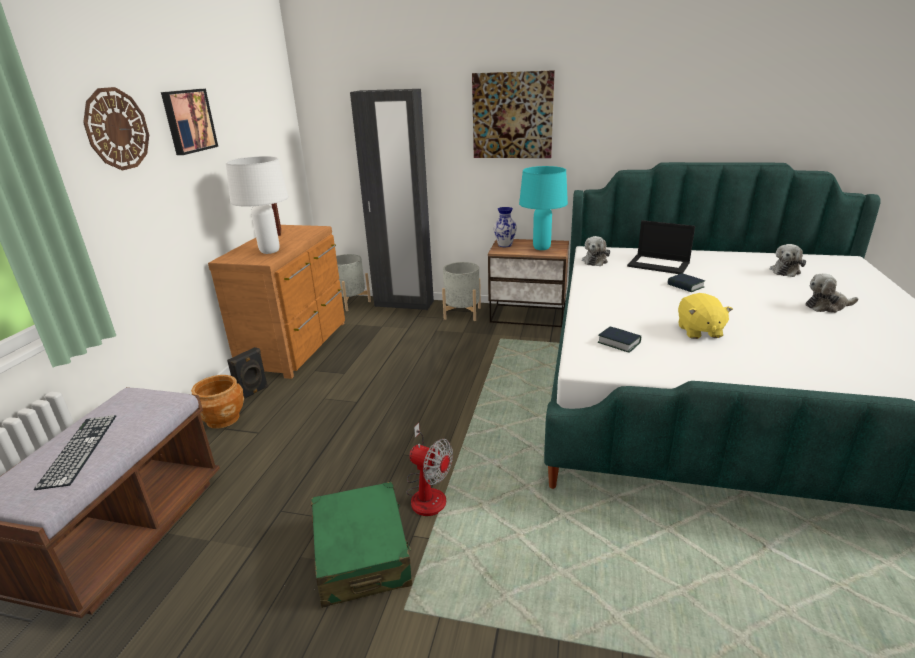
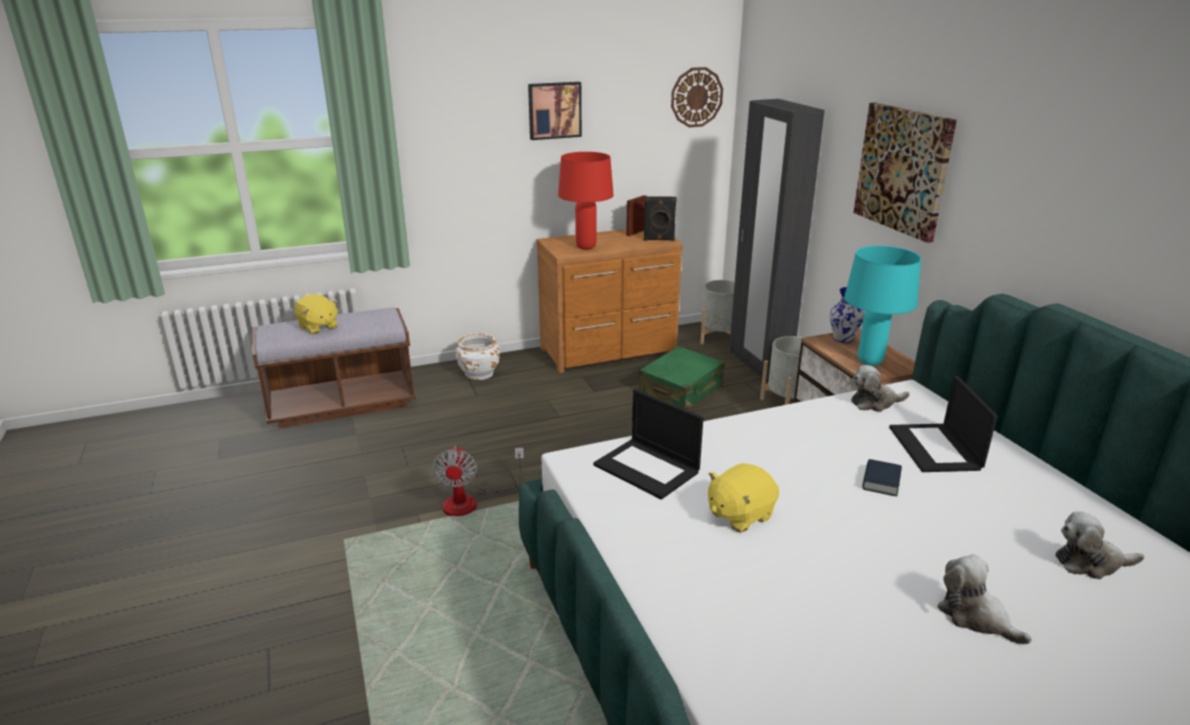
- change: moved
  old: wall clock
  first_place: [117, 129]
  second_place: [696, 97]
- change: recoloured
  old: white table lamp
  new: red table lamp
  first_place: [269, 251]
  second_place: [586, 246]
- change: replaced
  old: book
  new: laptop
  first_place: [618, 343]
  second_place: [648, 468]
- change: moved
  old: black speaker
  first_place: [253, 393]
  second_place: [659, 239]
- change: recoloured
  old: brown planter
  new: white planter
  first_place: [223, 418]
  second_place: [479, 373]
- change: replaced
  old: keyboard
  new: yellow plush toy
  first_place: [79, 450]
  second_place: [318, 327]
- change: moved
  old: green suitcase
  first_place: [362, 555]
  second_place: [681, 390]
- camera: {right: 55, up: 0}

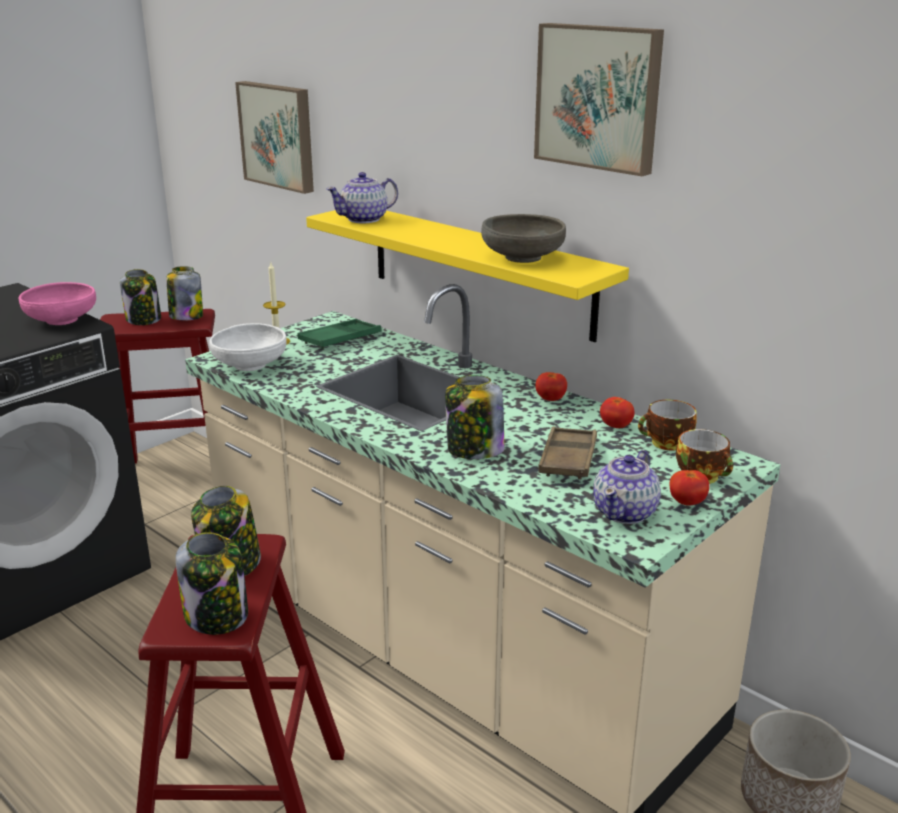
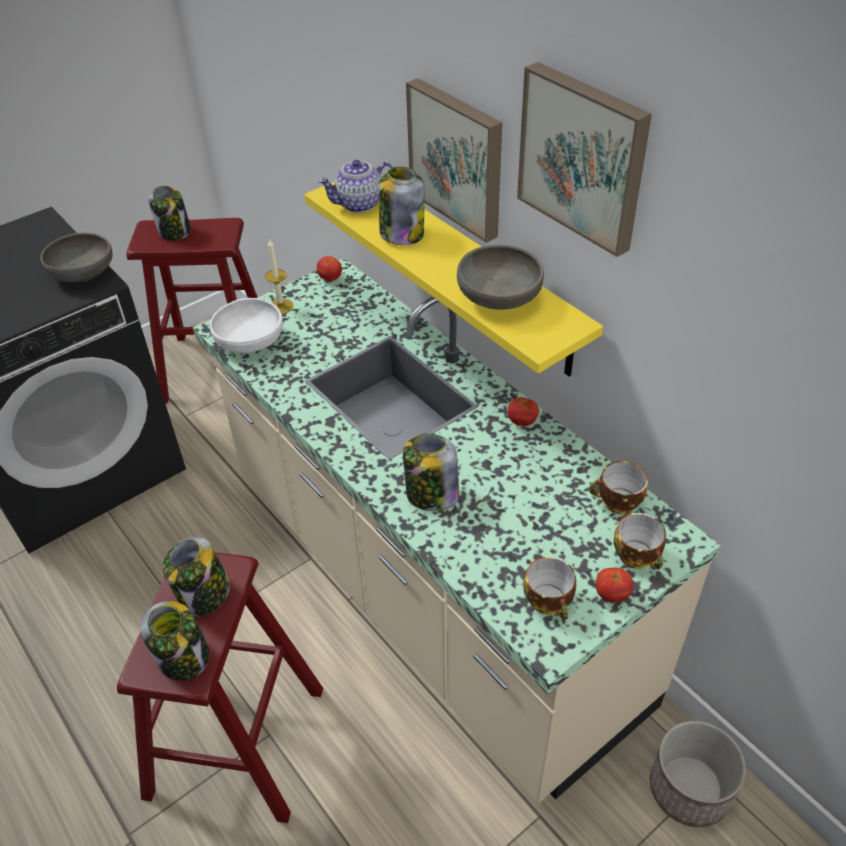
- change: moved
  old: picture
  first_place: [279, 135]
  second_place: [458, 158]
- change: moved
  old: jar
  first_place: [186, 316]
  second_place: [401, 233]
- change: recoloured
  old: pink bowl
  new: grey bowl
  first_place: [61, 320]
  second_place: [83, 273]
- change: removed
  old: green tray
  first_place: [340, 339]
- change: moved
  old: tomato
  first_place: [616, 426]
  second_place: [330, 278]
- change: removed
  old: brown tray
  first_place: [568, 459]
- change: replaced
  old: teapot
  new: cup
  first_place: [625, 512]
  second_place: [550, 602]
- camera: {right: 10, up: 20}

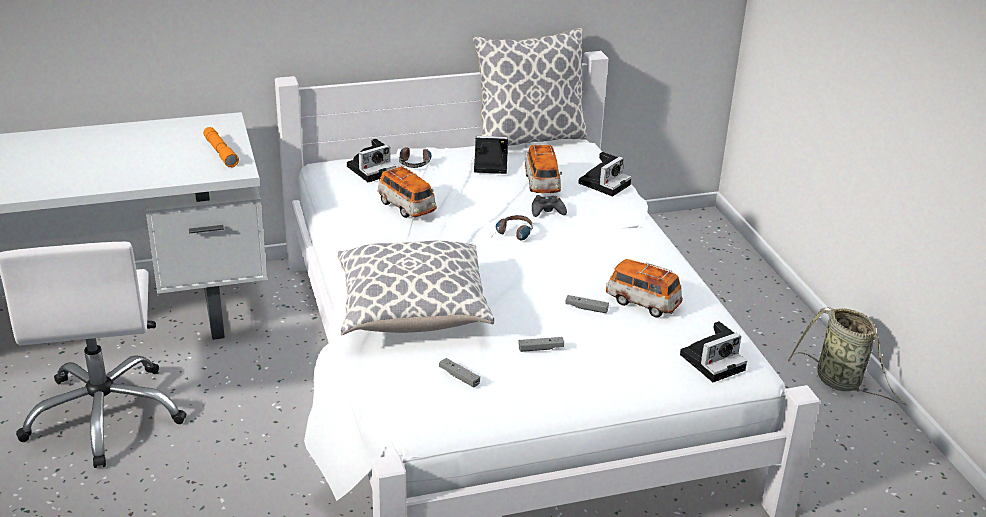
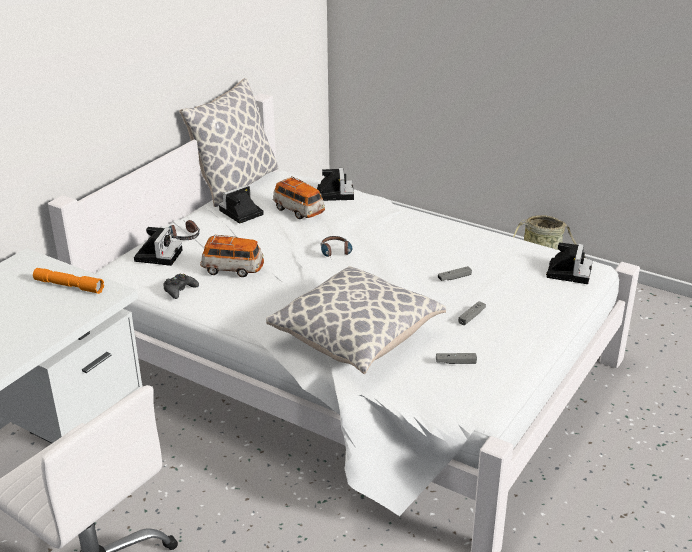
- change: moved
  old: black game controller
  first_place: [547, 211]
  second_place: [180, 290]
- change: removed
  old: toy car
  first_place: [642, 303]
- camera: {right: -40, up: 0}

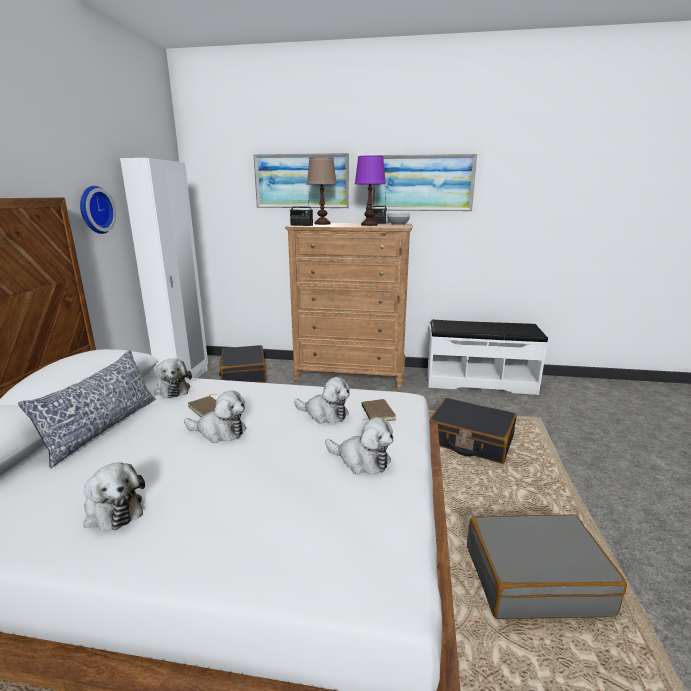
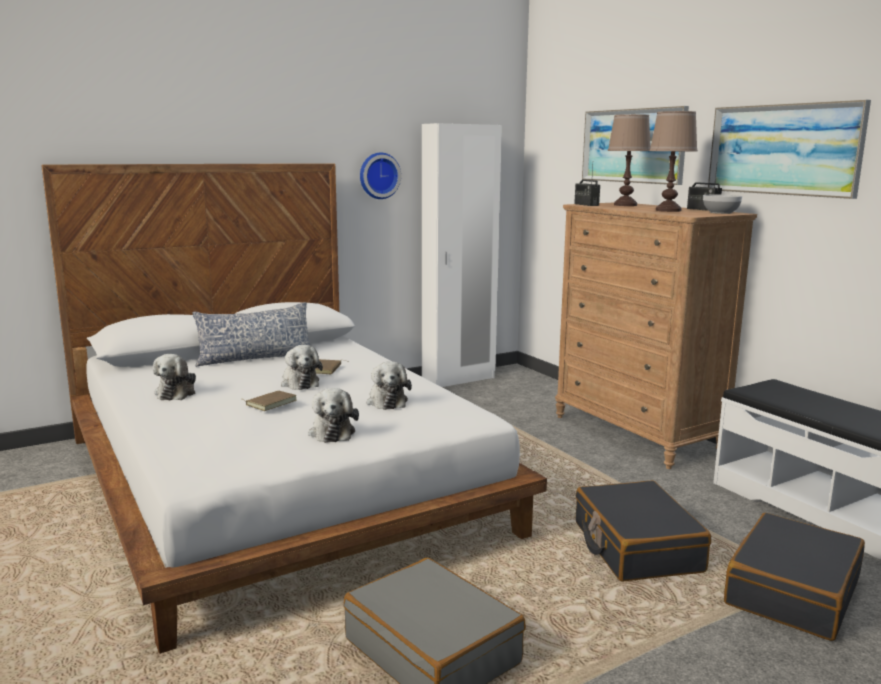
- change: recoloured
  old: purple table lamp
  new: brown table lamp
  first_place: [369, 225]
  second_place: [668, 210]
- change: moved
  old: black suitcase
  first_place: [243, 373]
  second_place: [791, 591]
- change: removed
  old: plush toy
  first_place: [172, 389]
- change: moved
  old: brown book
  first_place: [376, 413]
  second_place: [270, 403]
- camera: {right: 50, up: -5}

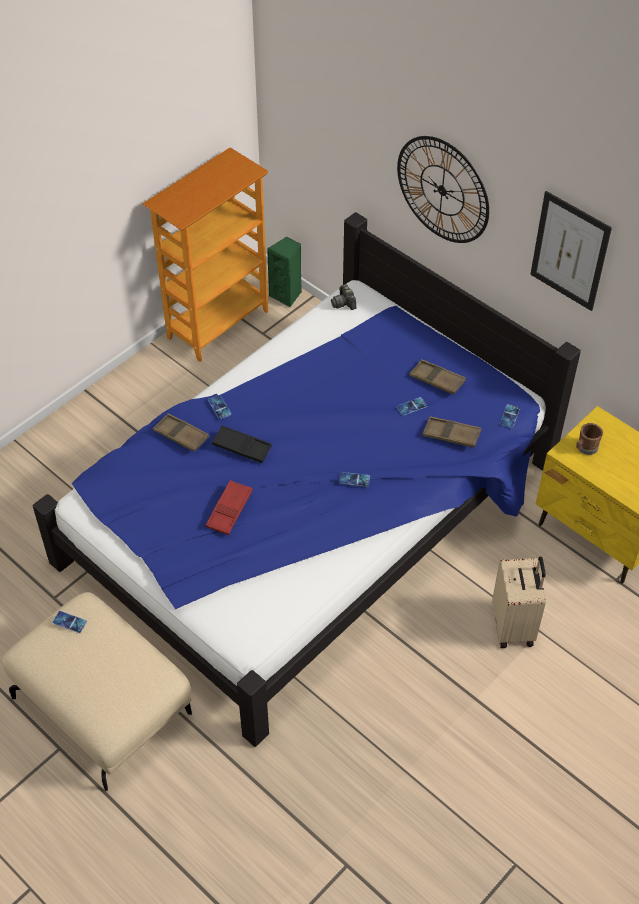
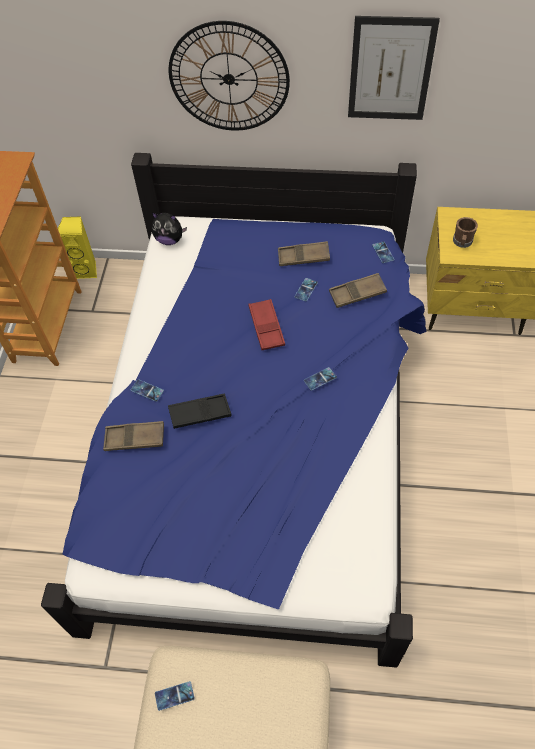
- change: recoloured
  old: green speaker
  new: yellow speaker
  first_place: [287, 295]
  second_place: [86, 270]
- change: replaced
  old: photo camera
  new: plush toy
  first_place: [344, 303]
  second_place: [170, 240]
- change: moved
  old: red tray
  first_place: [229, 510]
  second_place: [266, 327]
- change: removed
  old: beige suitcase
  first_place: [514, 626]
- camera: {right: -35, up: 5}

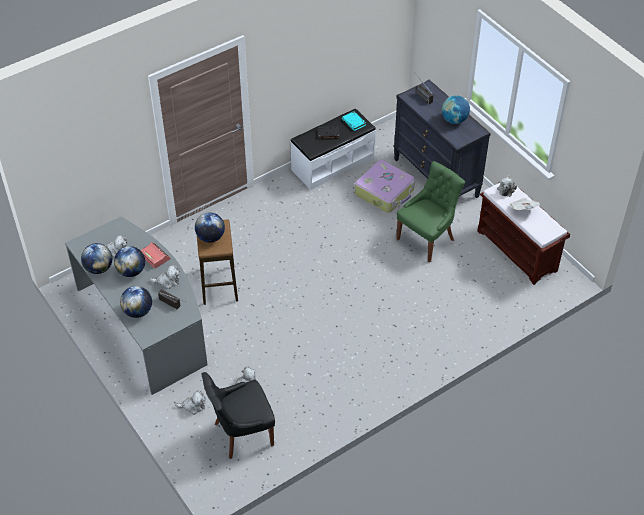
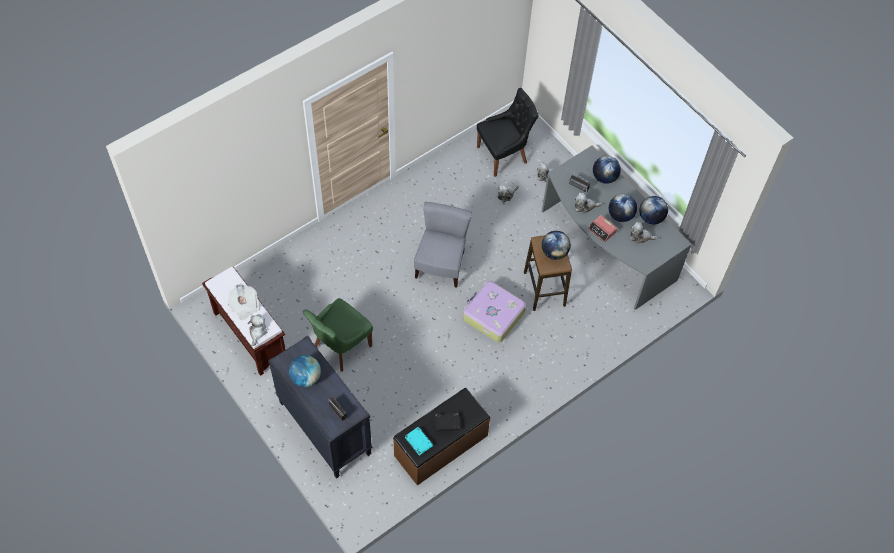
- change: recoloured
  old: white bench
  new: brown bench
  first_place: [332, 164]
  second_place: [441, 446]
- change: moved
  old: suitcase
  first_place: [385, 192]
  second_place: [492, 315]
- change: added
  new: grey chair
  second_place: [441, 265]
- camera: {right: 175, up: 10}

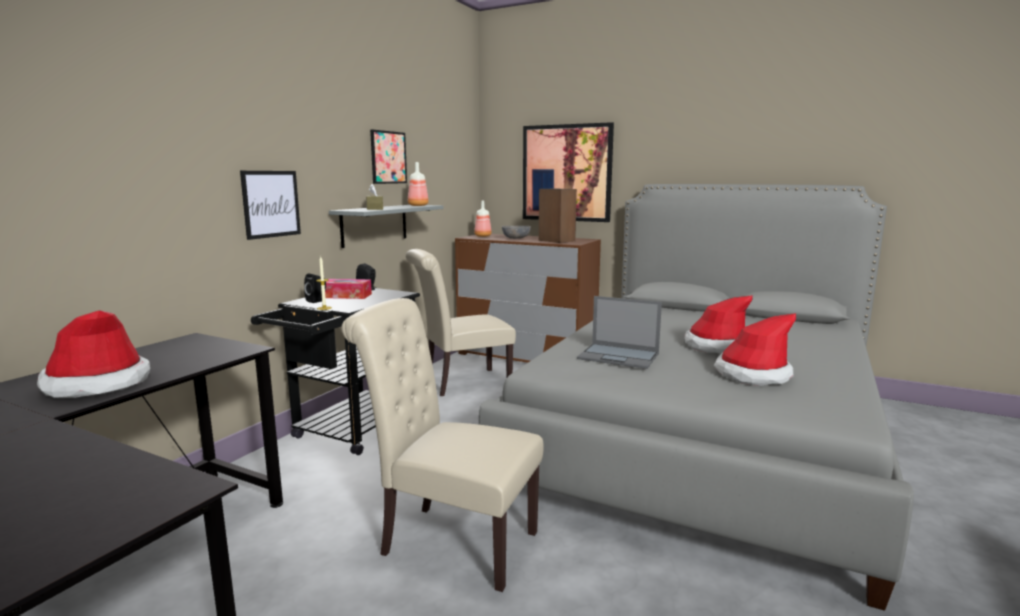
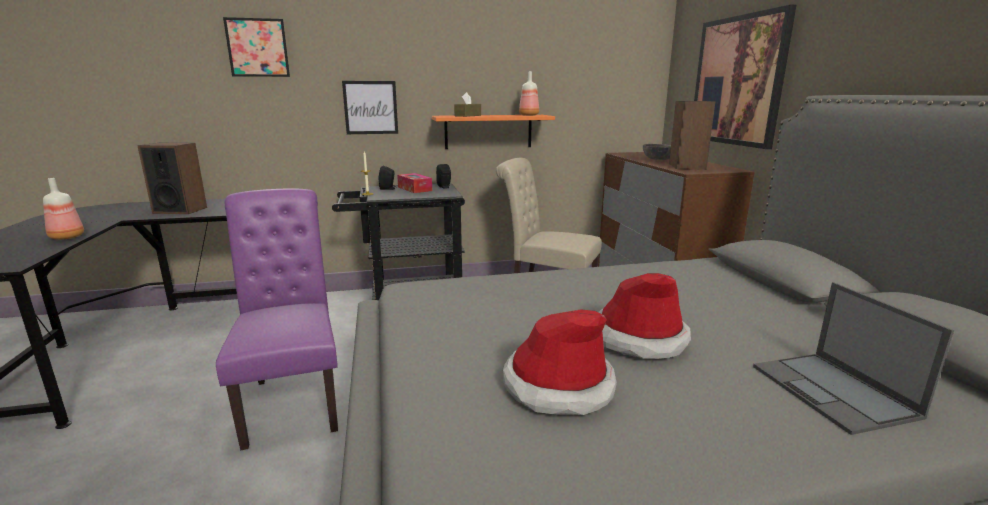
- change: moved
  old: picture
  first_place: [388, 157]
  second_place: [257, 48]
- change: moved
  old: bottle
  first_place: [483, 236]
  second_place: [66, 237]
- change: recoloured
  old: grey shelf
  new: orange shelf
  first_place: [374, 225]
  second_place: [488, 131]
- change: moved
  old: laptop
  first_place: [619, 356]
  second_place: [834, 392]
- change: recoloured
  old: beige chair
  new: purple chair
  first_place: [450, 541]
  second_place: [294, 399]
- change: replaced
  old: hat
  new: speaker
  first_place: [97, 384]
  second_place: [180, 210]
- camera: {right: 50, up: 5}

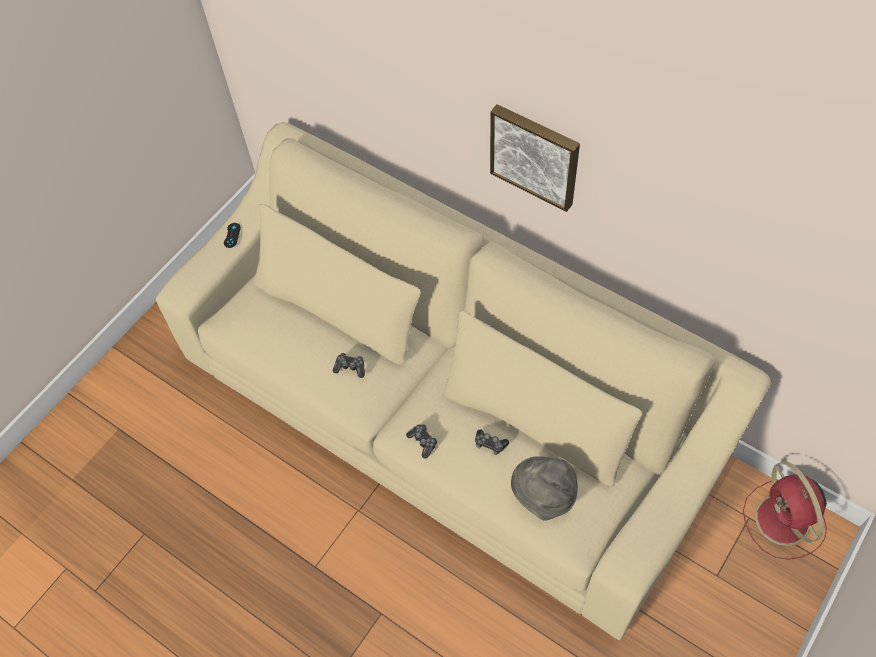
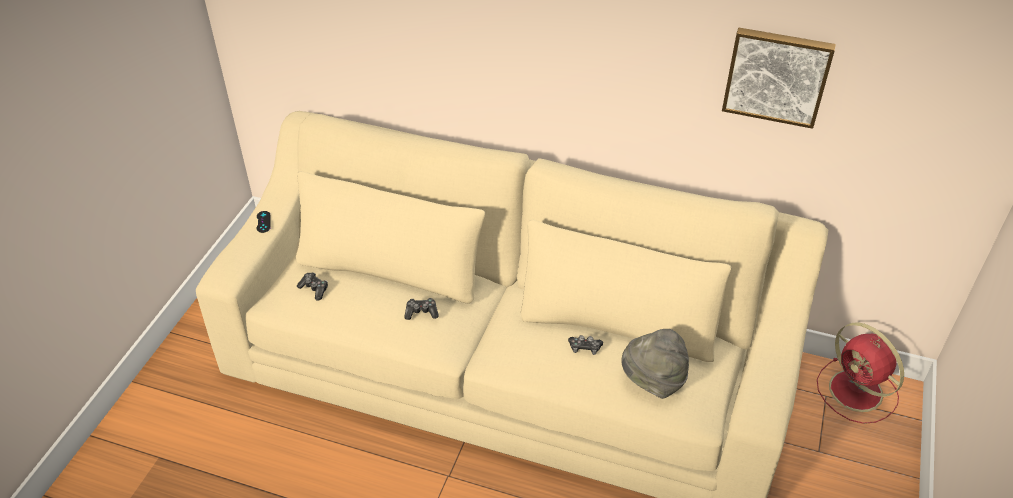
- change: moved
  old: picture
  first_place: [535, 155]
  second_place: [777, 75]
- change: moved
  old: game controller
  first_place: [423, 441]
  second_place: [314, 289]
- camera: {right: -20, up: -15}

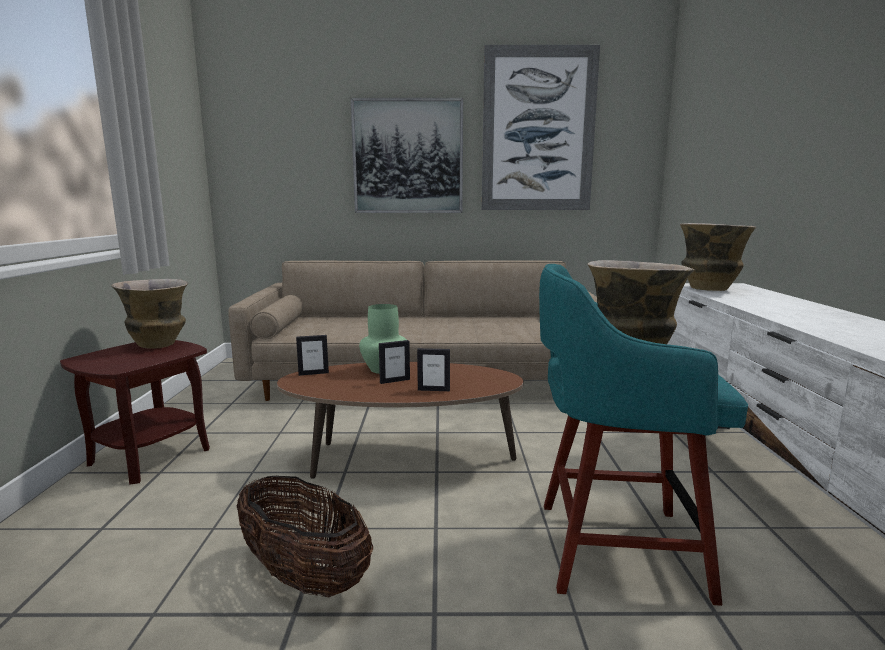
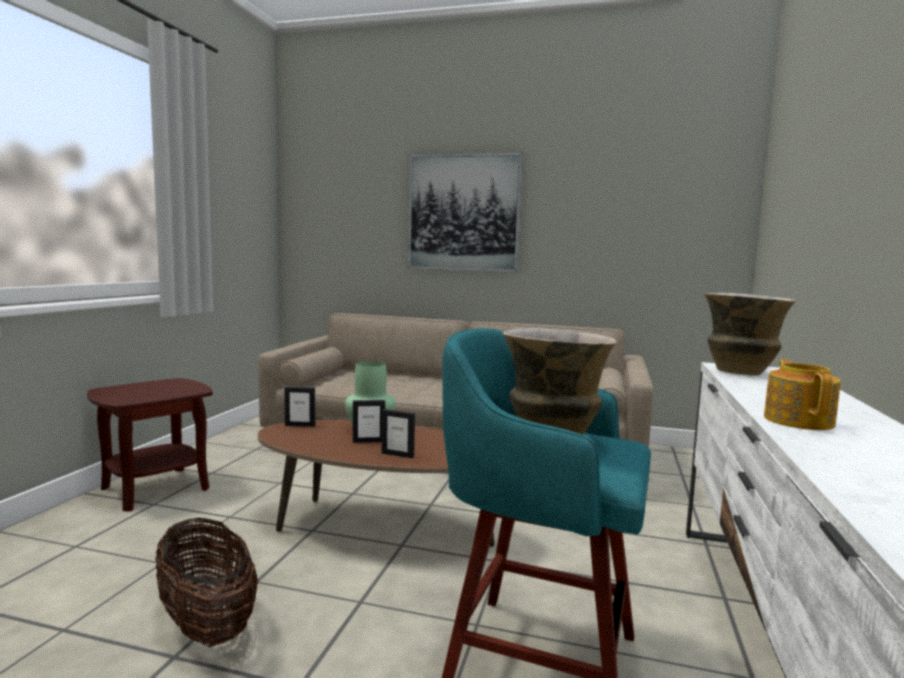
- change: removed
  old: picture
  first_place: [538, 130]
- change: removed
  old: vase
  first_place: [159, 345]
- change: added
  new: teapot
  second_place: [798, 420]
- camera: {right: 15, up: -5}

